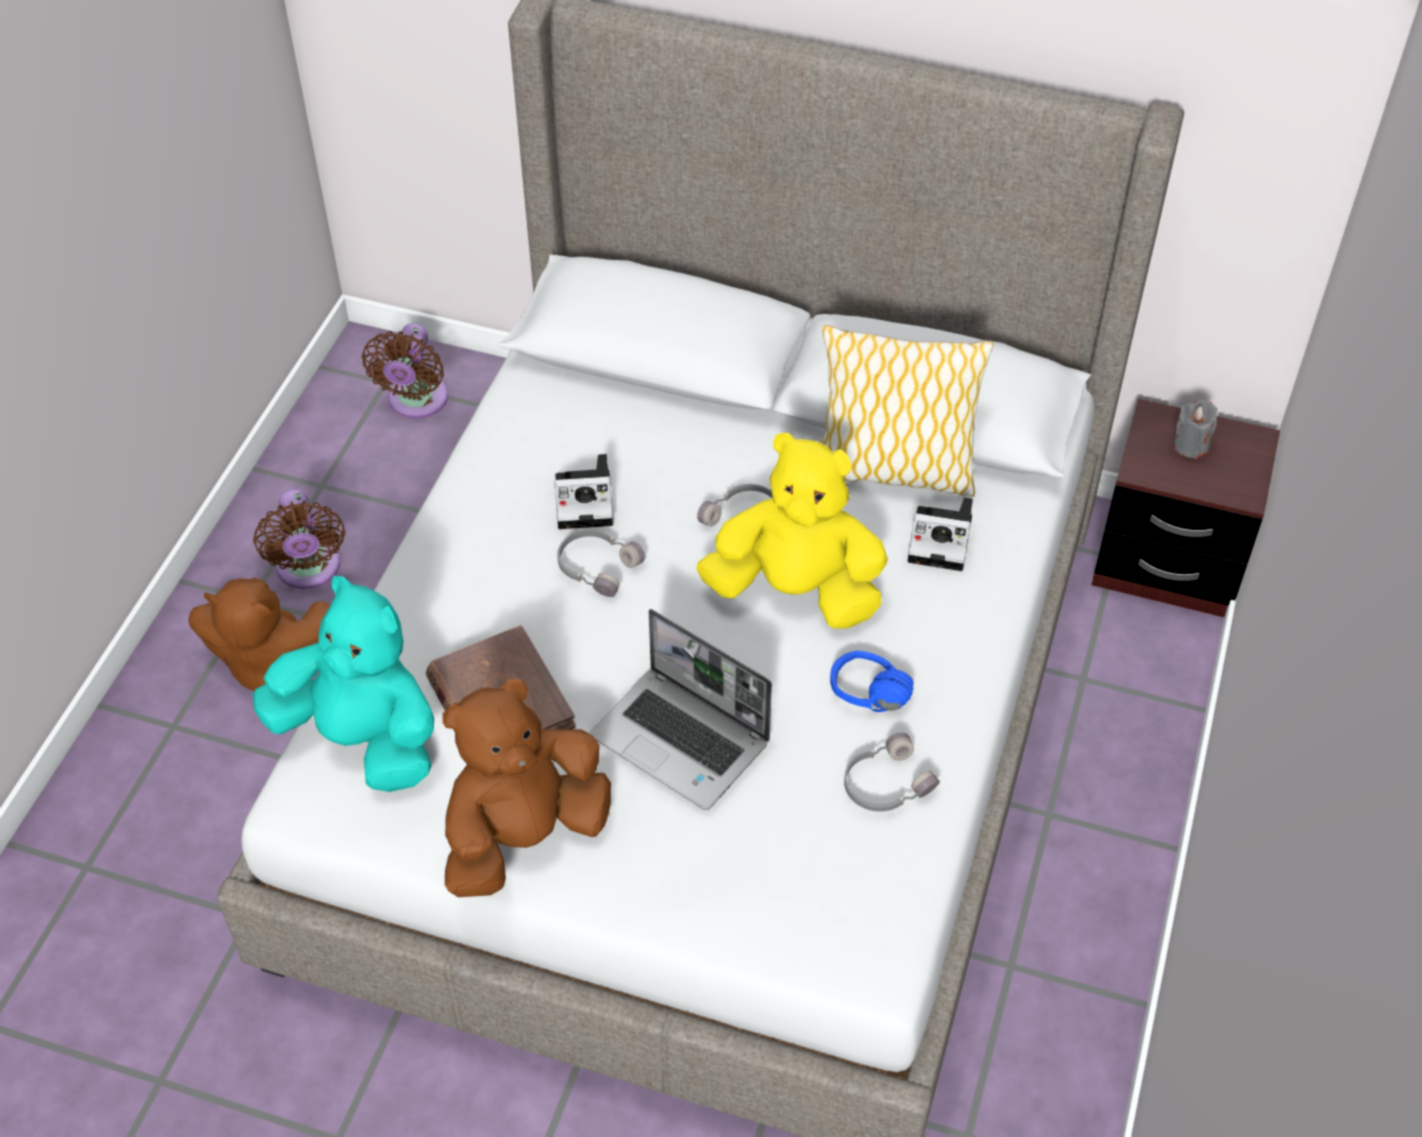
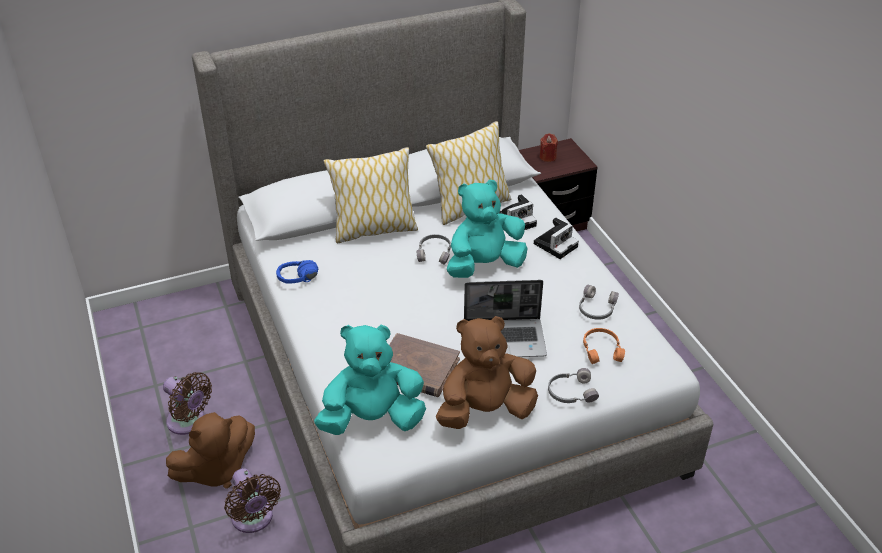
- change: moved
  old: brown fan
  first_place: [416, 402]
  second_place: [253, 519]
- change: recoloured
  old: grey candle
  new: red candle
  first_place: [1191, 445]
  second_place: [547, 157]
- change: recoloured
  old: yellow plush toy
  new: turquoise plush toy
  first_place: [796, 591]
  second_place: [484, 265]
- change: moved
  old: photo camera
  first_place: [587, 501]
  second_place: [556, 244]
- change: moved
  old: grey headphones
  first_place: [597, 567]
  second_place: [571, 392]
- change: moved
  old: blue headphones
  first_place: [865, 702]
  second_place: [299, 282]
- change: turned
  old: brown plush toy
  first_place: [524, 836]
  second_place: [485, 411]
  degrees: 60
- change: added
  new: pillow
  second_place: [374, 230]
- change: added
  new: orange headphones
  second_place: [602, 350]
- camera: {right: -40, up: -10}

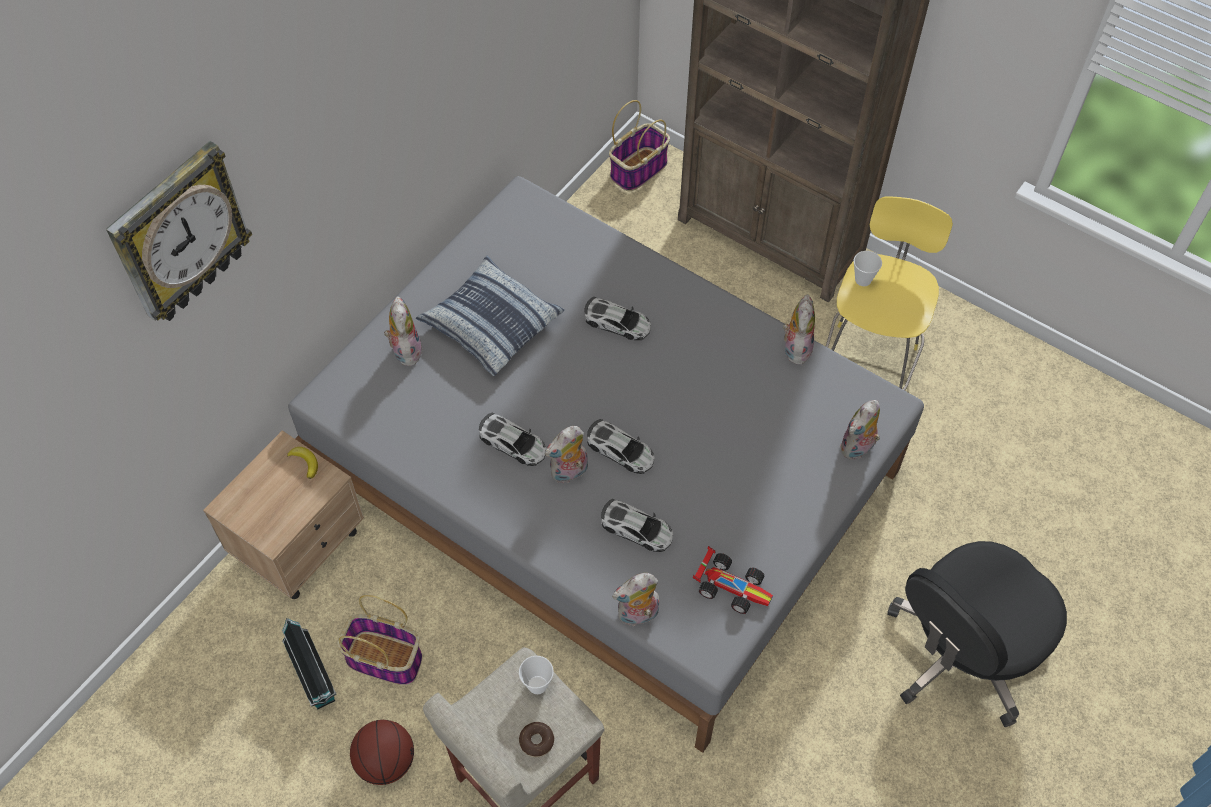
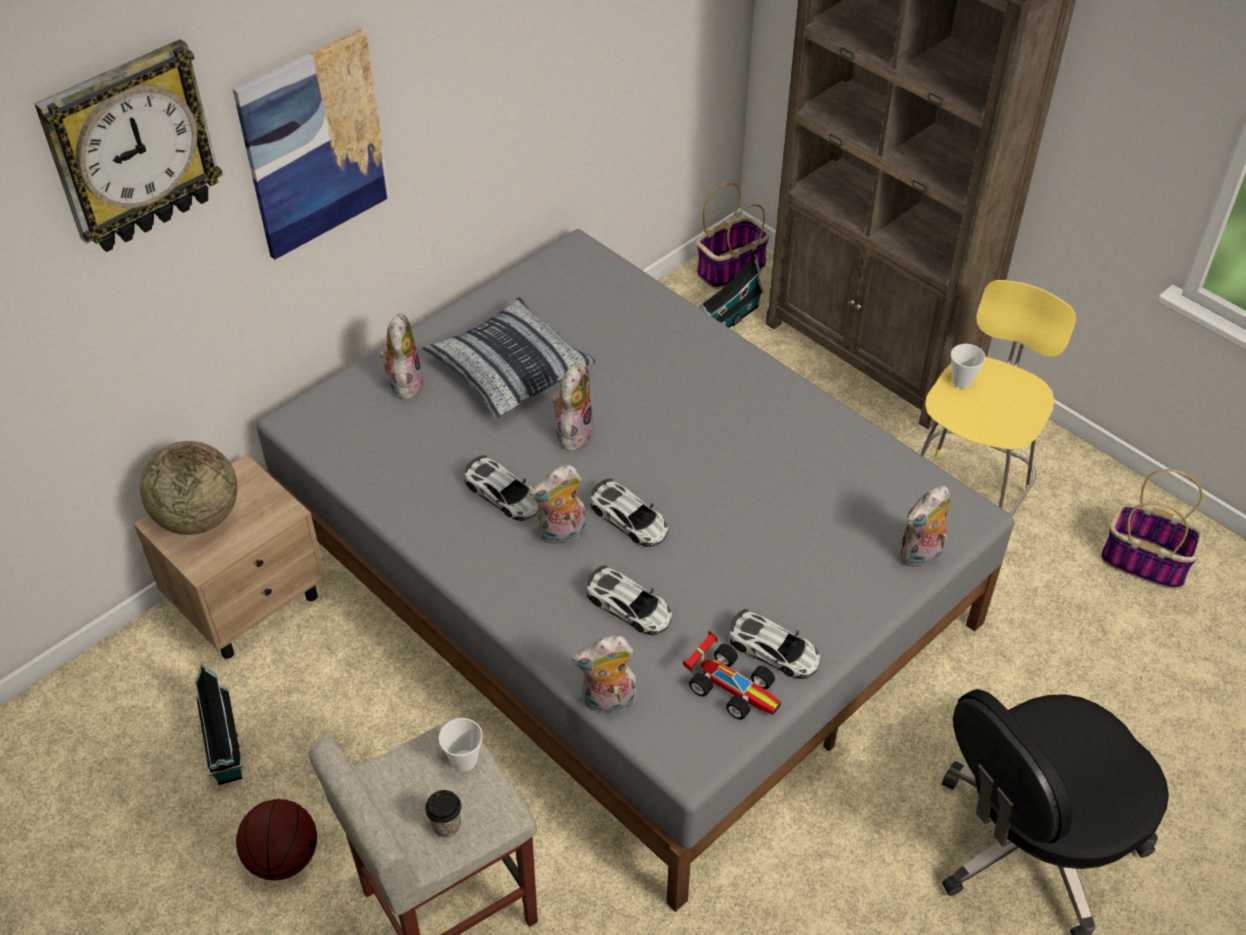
- change: moved
  old: plush toy
  first_place: [795, 347]
  second_place: [573, 433]
- change: moved
  old: toy car
  first_place: [617, 323]
  second_place: [774, 650]
- change: removed
  old: banana
  first_place: [305, 462]
- change: moved
  old: basket
  first_place: [386, 658]
  second_place: [1145, 562]
- change: replaced
  old: donut
  new: cup
  first_place: [536, 741]
  second_place: [446, 825]
- change: added
  new: picture
  second_place: [314, 145]
- change: added
  new: toy house
  second_place: [727, 320]
- change: added
  new: globe
  second_place: [198, 517]
- camera: {right: 10, up: -10}

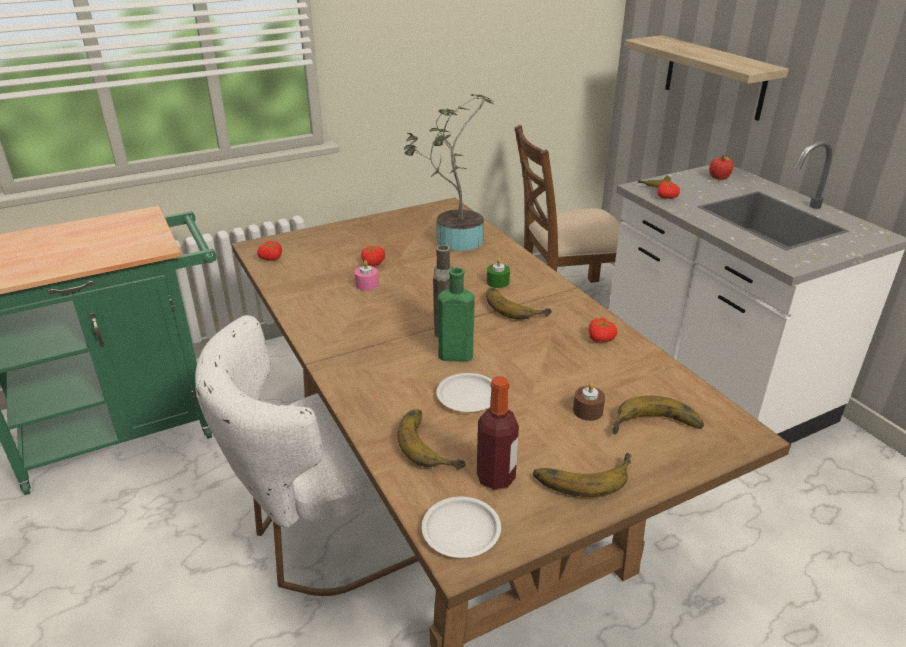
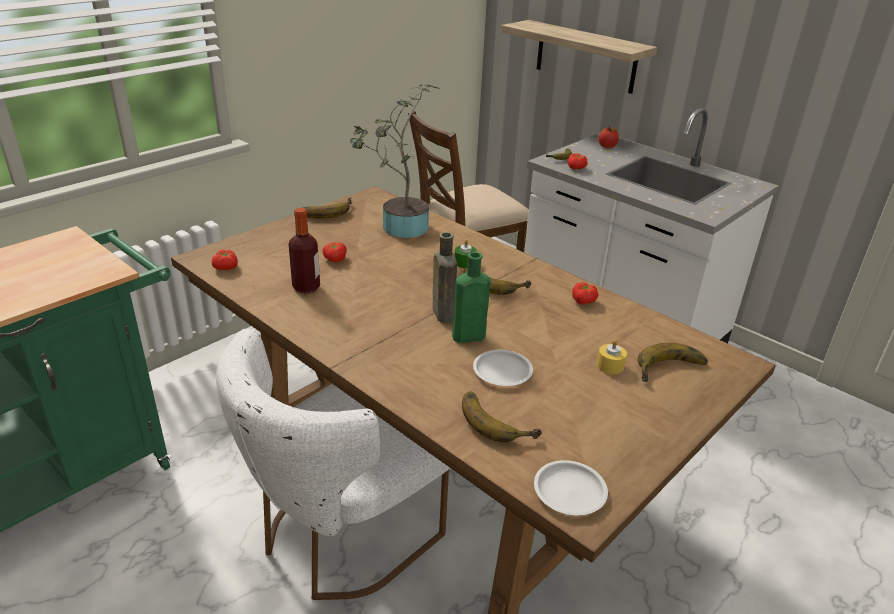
- change: removed
  old: pink candle
  first_place: [367, 284]
- change: moved
  old: bottle
  first_place: [496, 478]
  second_place: [306, 287]
- change: recoloured
  old: brown candle
  new: yellow candle
  first_place: [587, 411]
  second_place: [610, 366]
- change: moved
  old: banana
  first_place: [581, 474]
  second_place: [324, 211]
- camera: {right: -20, up: 0}

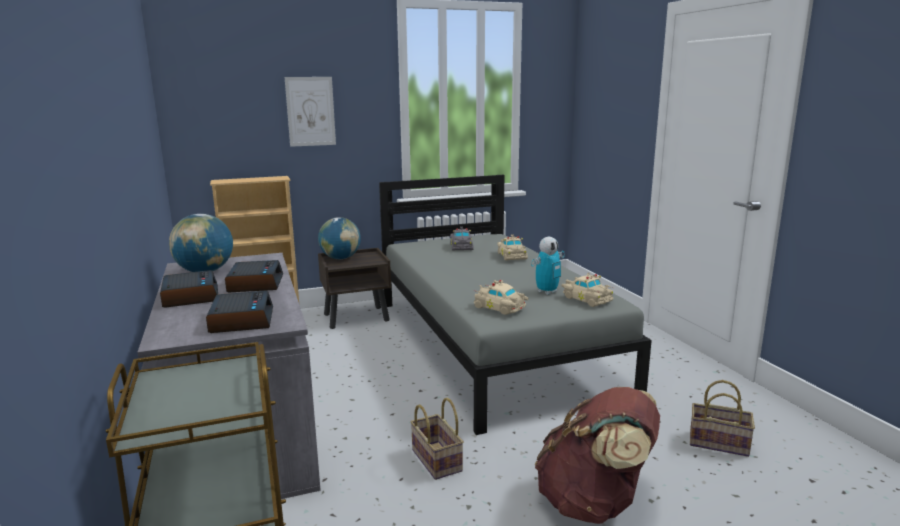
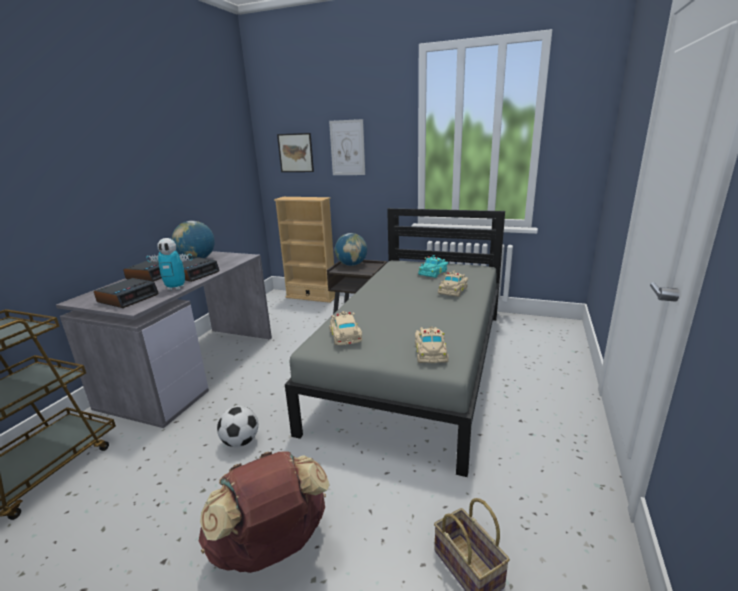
- change: recoloured
  old: grey toy car
  new: turquoise toy car
  first_place: [462, 246]
  second_place: [433, 272]
- change: moved
  old: toy robot
  first_place: [547, 292]
  second_place: [176, 288]
- change: replaced
  old: basket
  new: football
  first_place: [435, 460]
  second_place: [241, 442]
- change: added
  new: picture
  second_place: [295, 153]
- camera: {right: 40, up: 5}

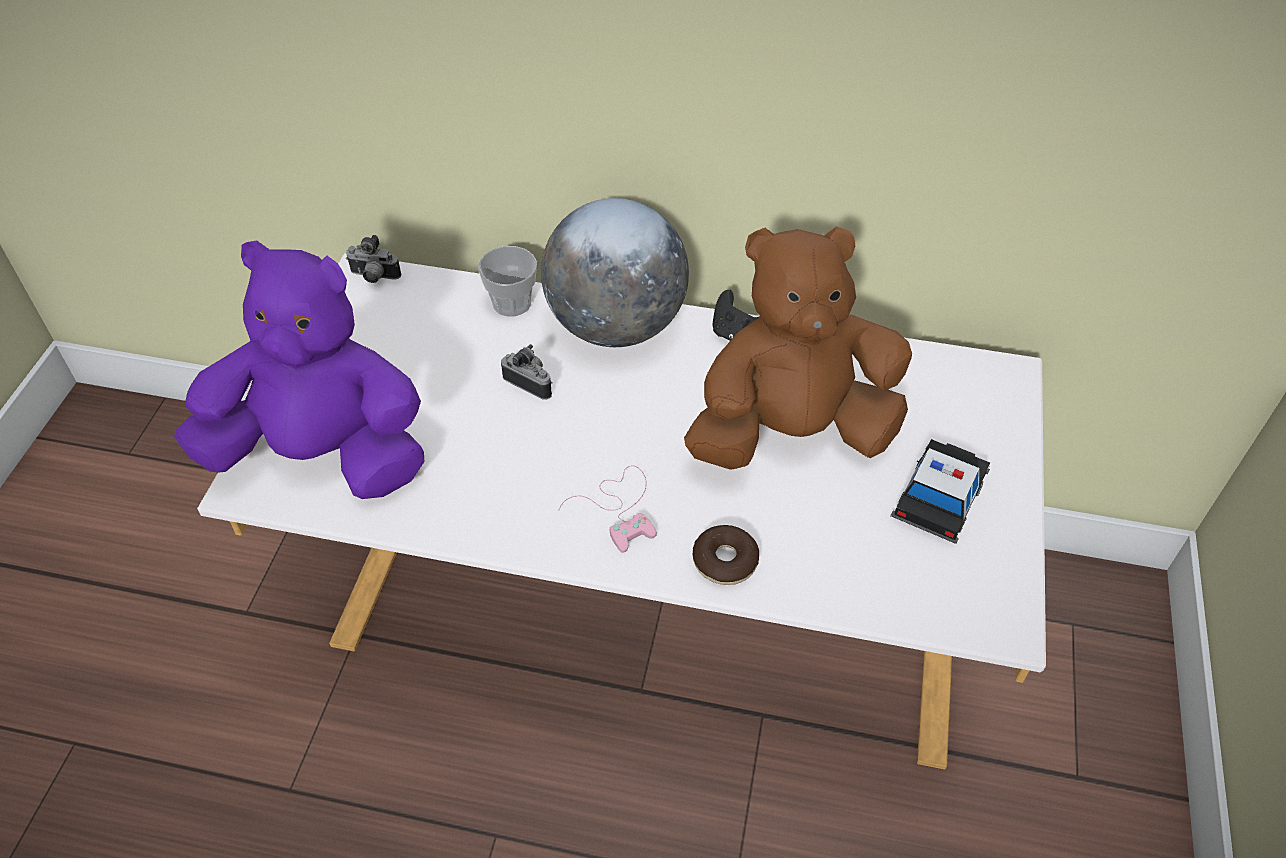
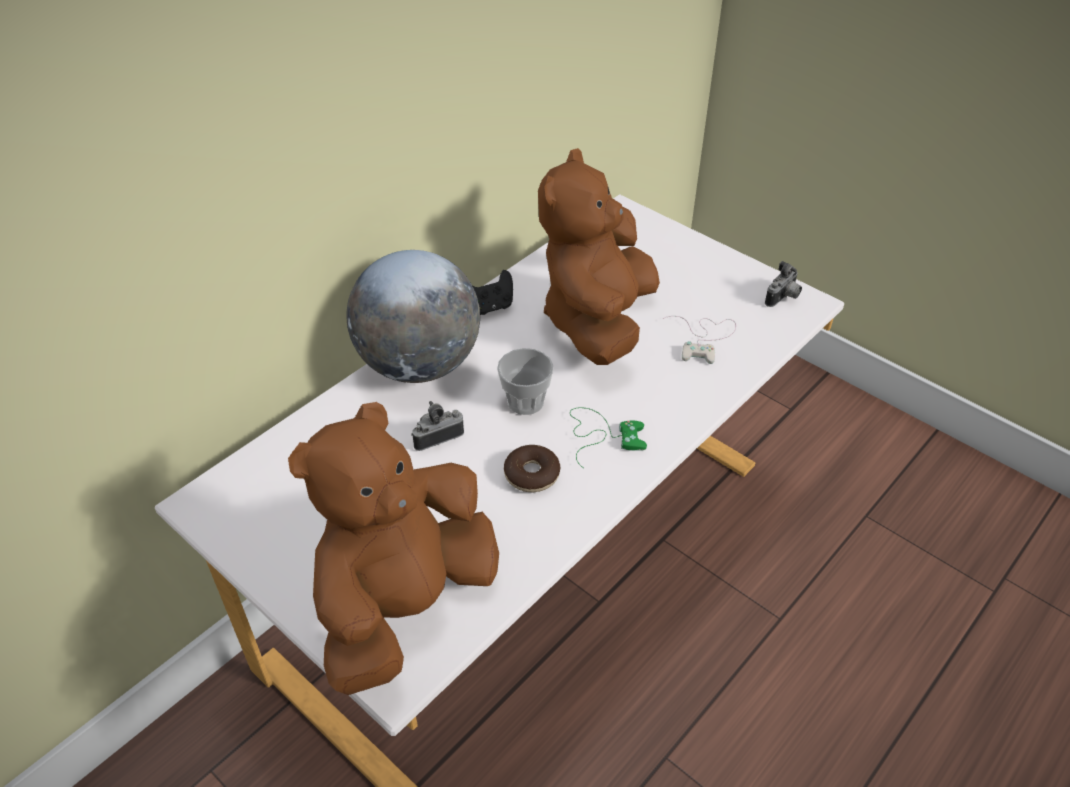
- change: moved
  old: photo camera
  first_place: [374, 277]
  second_place: [783, 298]
- change: recoloured
  old: purple plush toy
  new: brown plush toy
  first_place: [323, 454]
  second_place: [404, 604]
- change: moved
  old: cup
  first_place: [512, 303]
  second_place: [525, 401]
- change: removed
  old: toy car
  first_place: [939, 496]
- change: recoloured
  old: pink game controller
  new: green game controller
  first_place: [620, 508]
  second_place: [602, 435]
- change: moved
  old: donut
  first_place: [725, 561]
  second_place: [532, 475]
- change: added
  new: white game controller
  second_place: [704, 338]
- camera: {right: -60, up: -5}

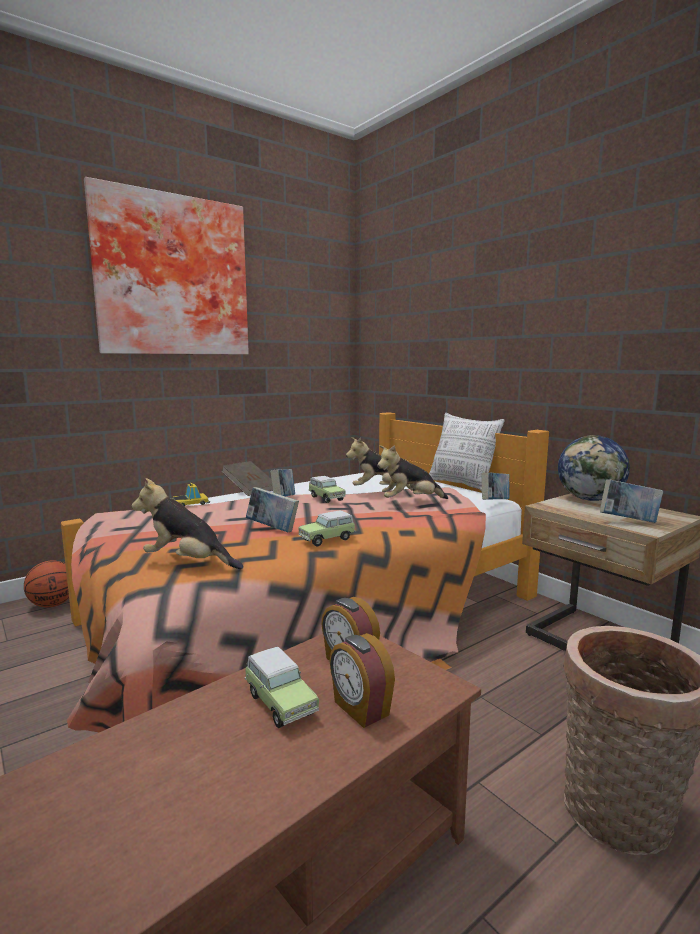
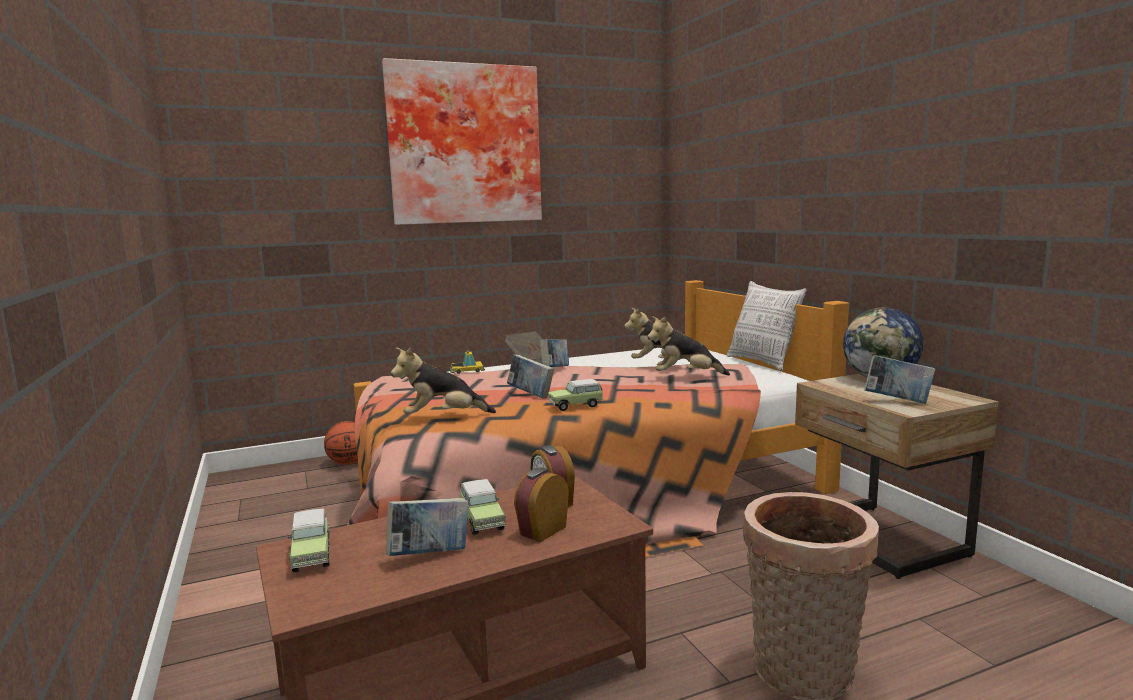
- change: moved
  old: book
  first_place: [494, 502]
  second_place: [429, 555]
- change: moved
  old: toy car
  first_place: [326, 498]
  second_place: [311, 555]
- change: turned
  old: plush toy
  first_place: [188, 563]
  second_place: [443, 418]
  degrees: -45
- change: turned
  old: alarm clock
  first_place: [360, 709]
  second_place: [542, 530]
  degrees: 60
- camera: {right: 15, up: 0}

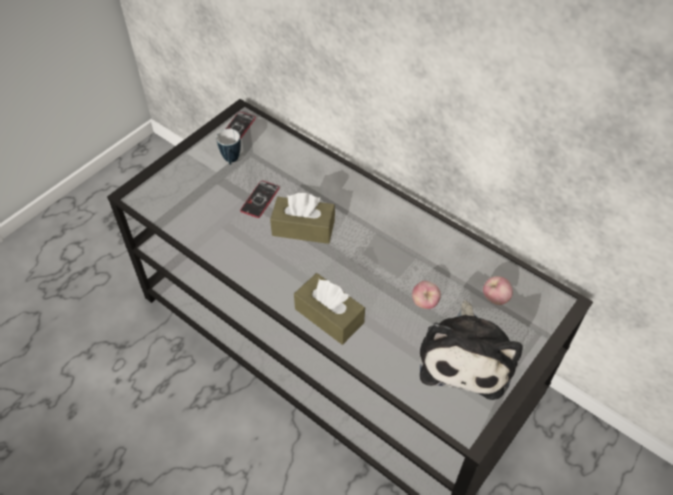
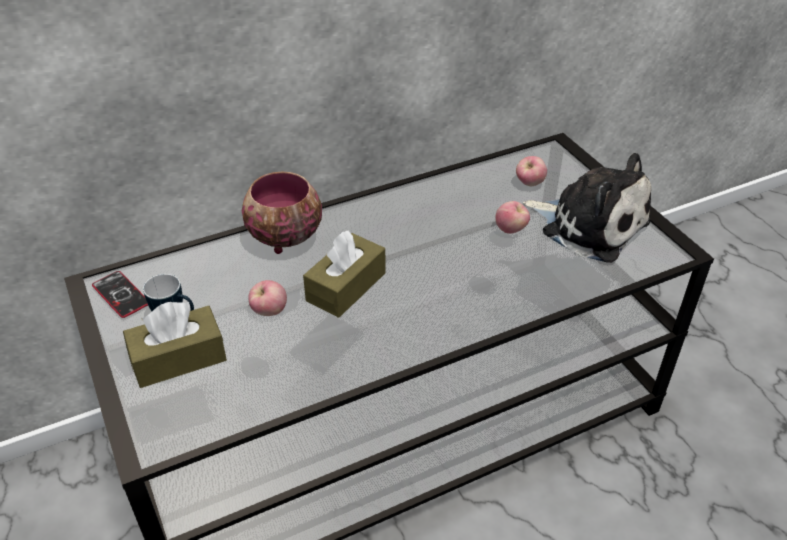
- change: replaced
  old: phone
  new: apple
  first_place: [260, 199]
  second_place: [269, 311]
- change: moved
  old: brown tissue box
  first_place: [329, 316]
  second_place: [178, 358]
- change: added
  new: bowl
  second_place: [283, 237]
- camera: {right: -65, up: -10}

